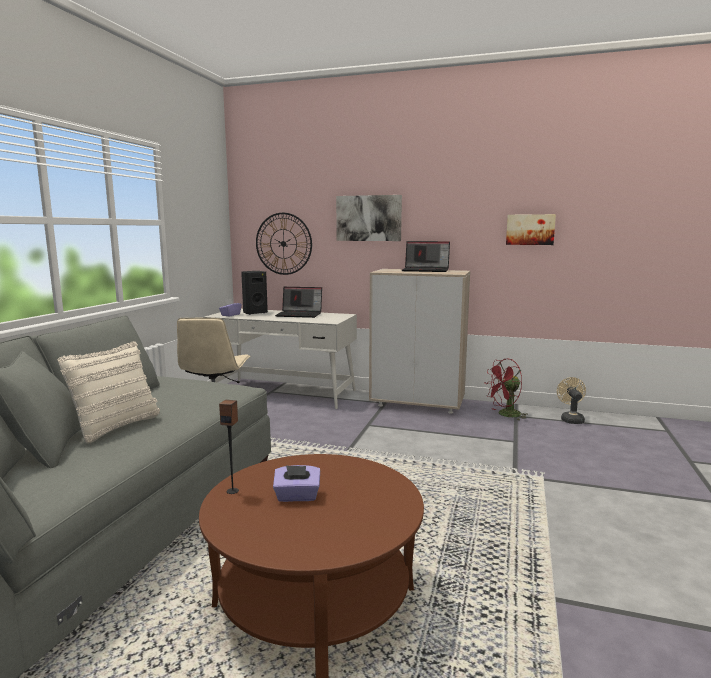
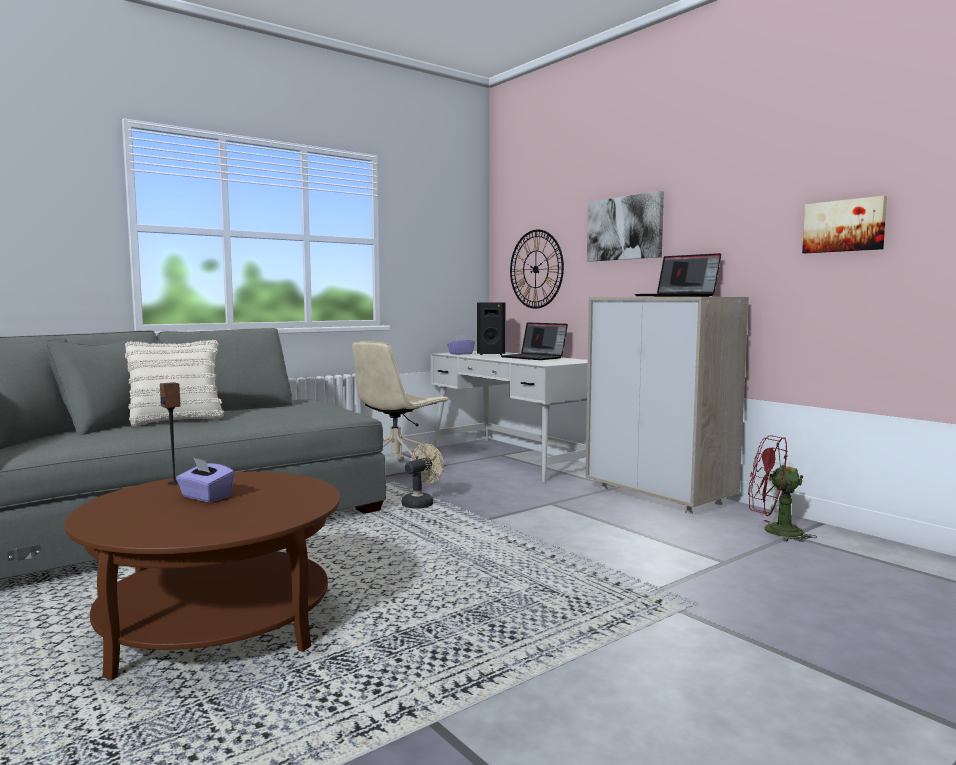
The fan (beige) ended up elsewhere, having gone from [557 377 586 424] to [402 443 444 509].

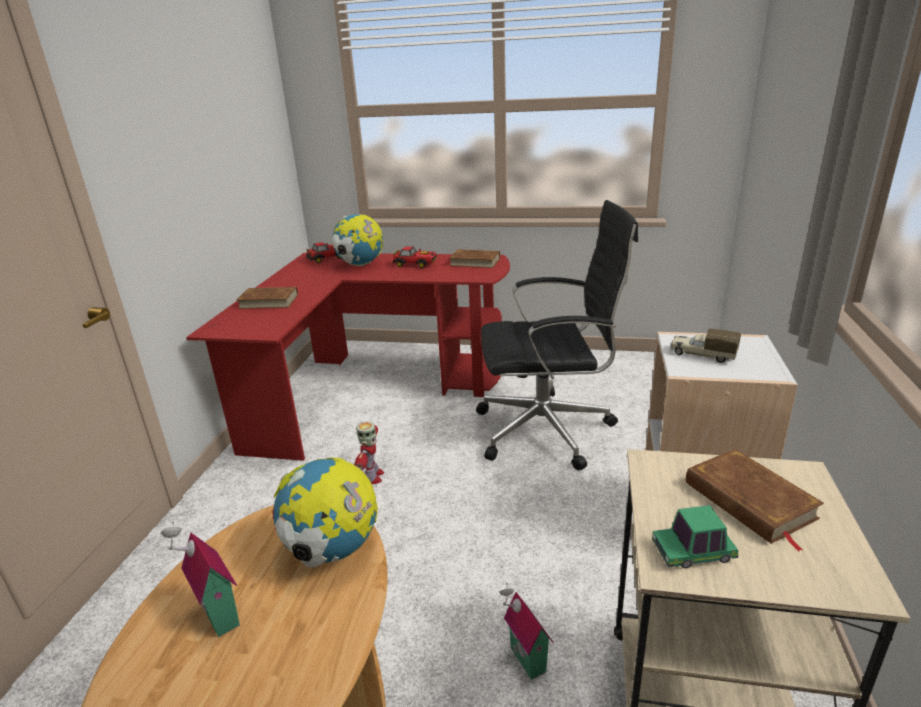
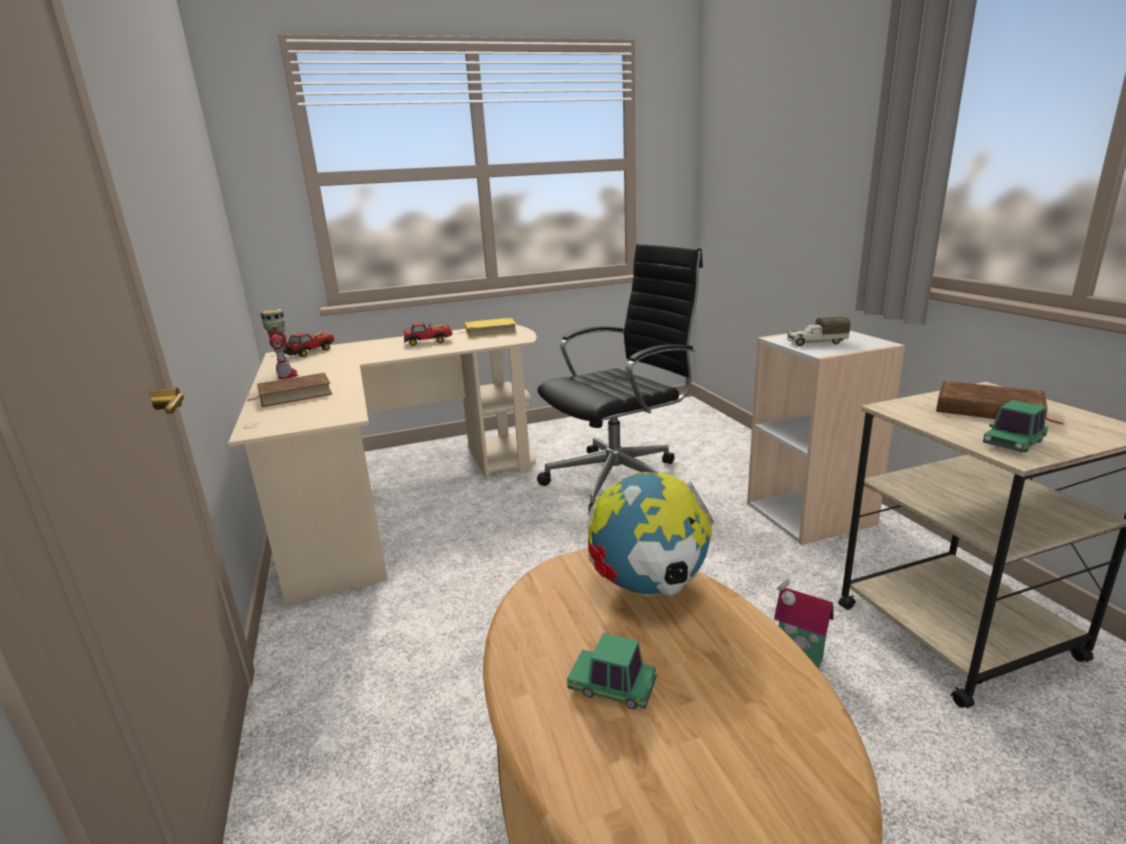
The second view lost the globe at [332 214 384 266].
The toy robot ended up elsewhere, having gone from [354 421 384 484] to [260 309 299 379].
Where the toy house stood at [161 522 240 637], the toy car came to stand at [567 633 657 709].
What was the desk (red) at [186 253 510 461] turned into the desk (beige) at [228 324 537 604].
What was the book (brown) at [450 249 500 268] turned into the book (yellow) at [458 318 517 338].

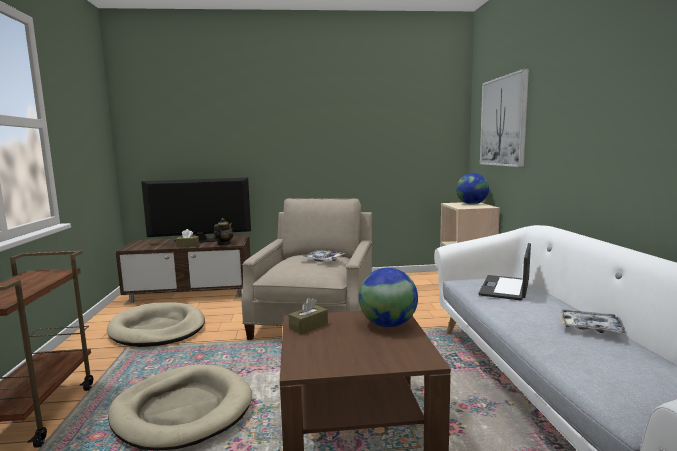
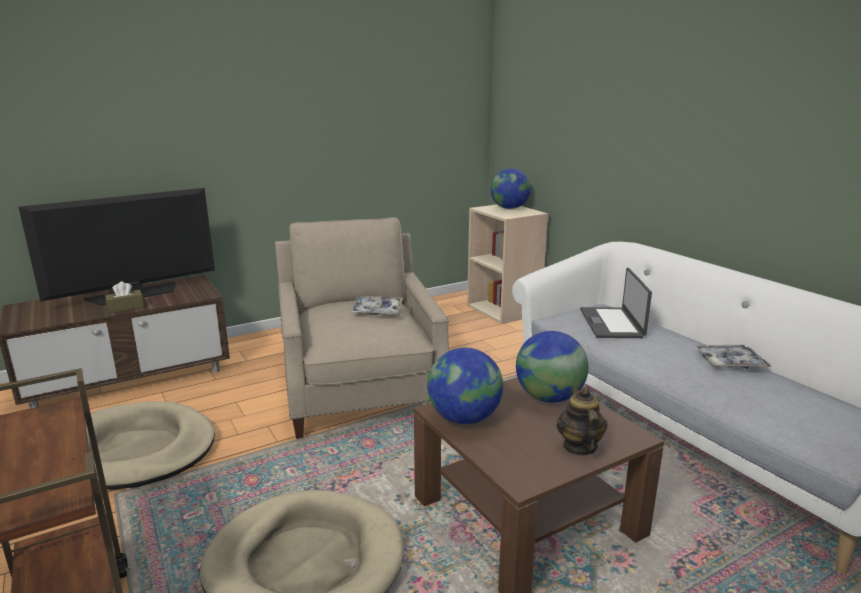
The second view lost the picture at [480 69 529 167].
The teapot ended up elsewhere, having gone from [214 218 233 245] to [556 387 607 456].
Where the tissue box (brown) stood at [289 298 328 334], the globe came to stand at [427 348 503 424].

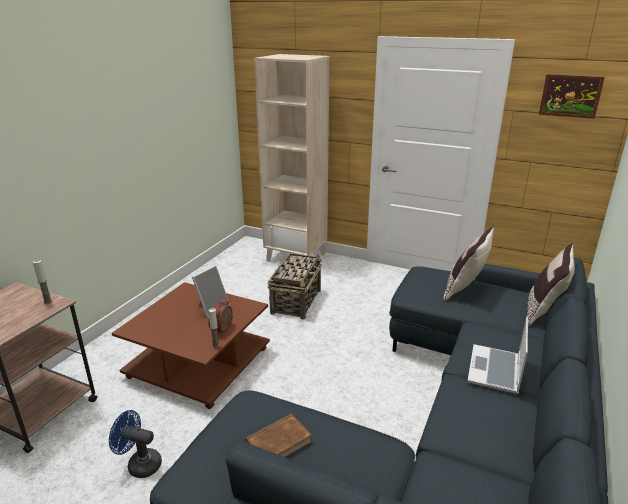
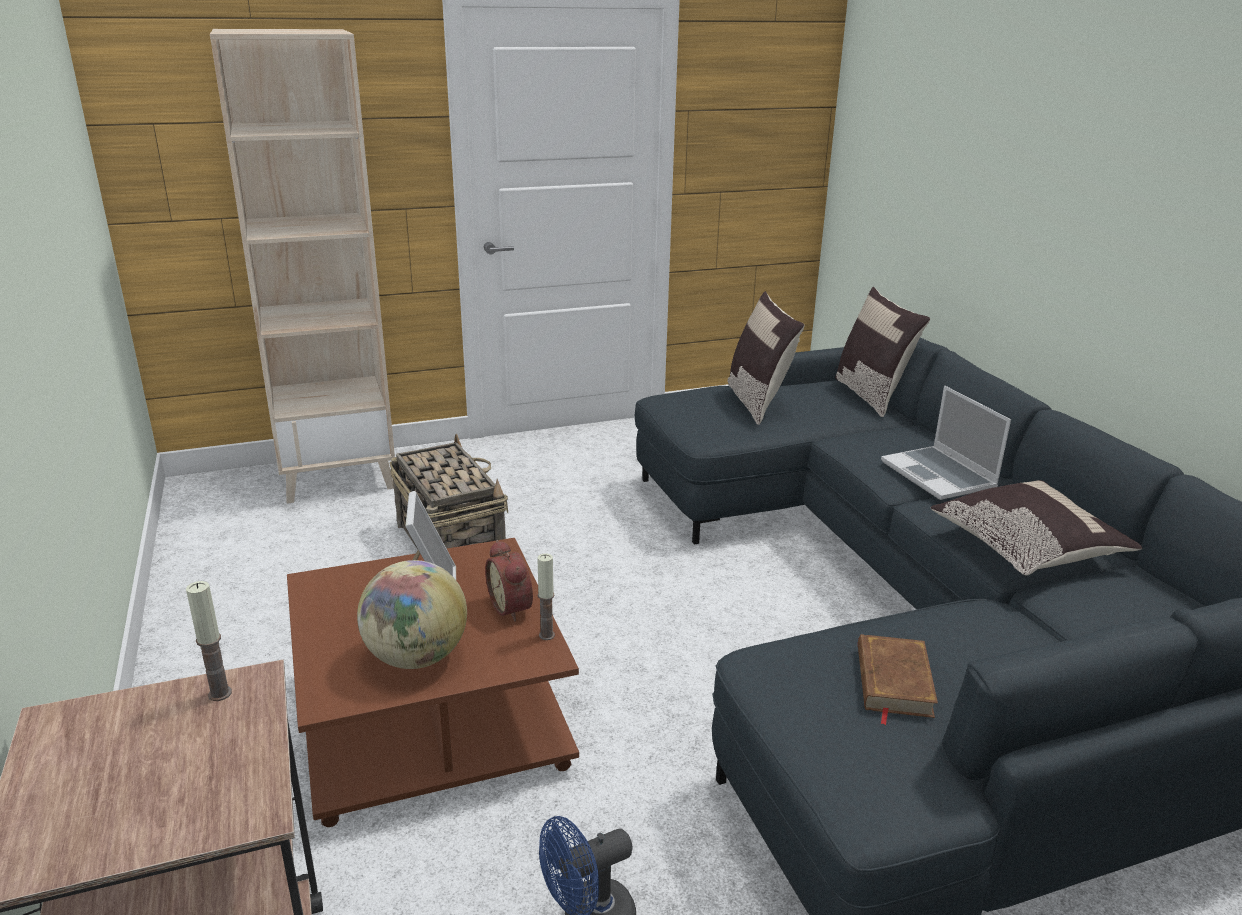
The second view lost the picture at [539 74 605 119].
The second view gained the globe at [357 560 467 669].
The second view gained the pillow at [931 480 1143 575].

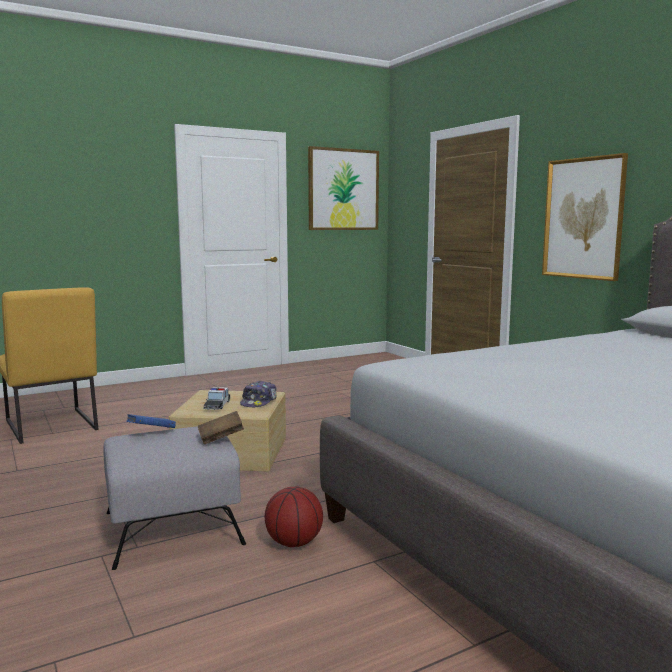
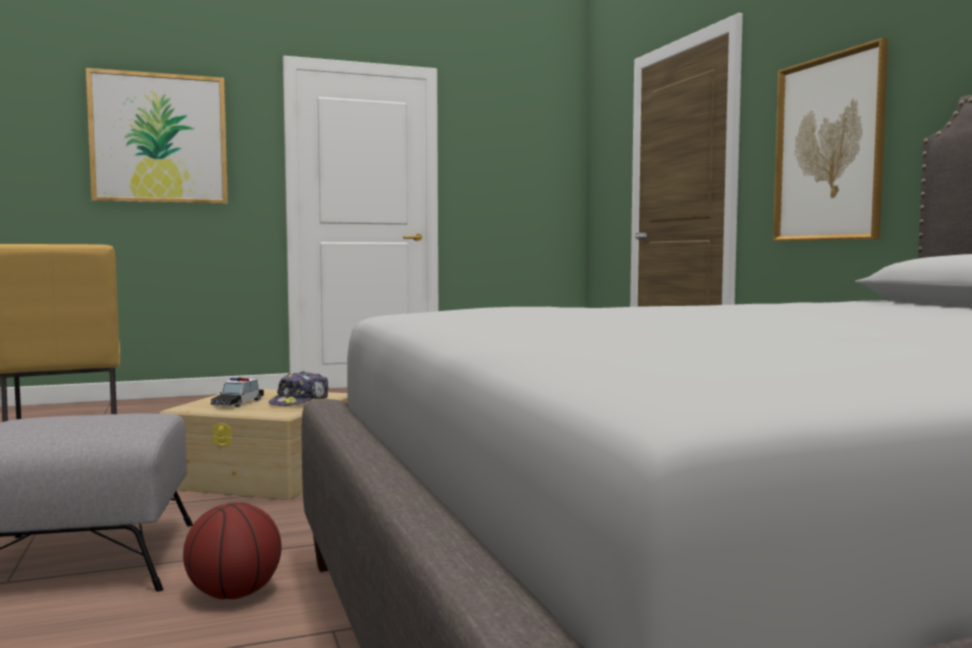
The second view lost the book (blue) at [126 414 176 428].
The second view lost the book (brown) at [198 411 244 444].
The picture ended up elsewhere, having gone from [308 146 379 230] to [86 68 228 204].

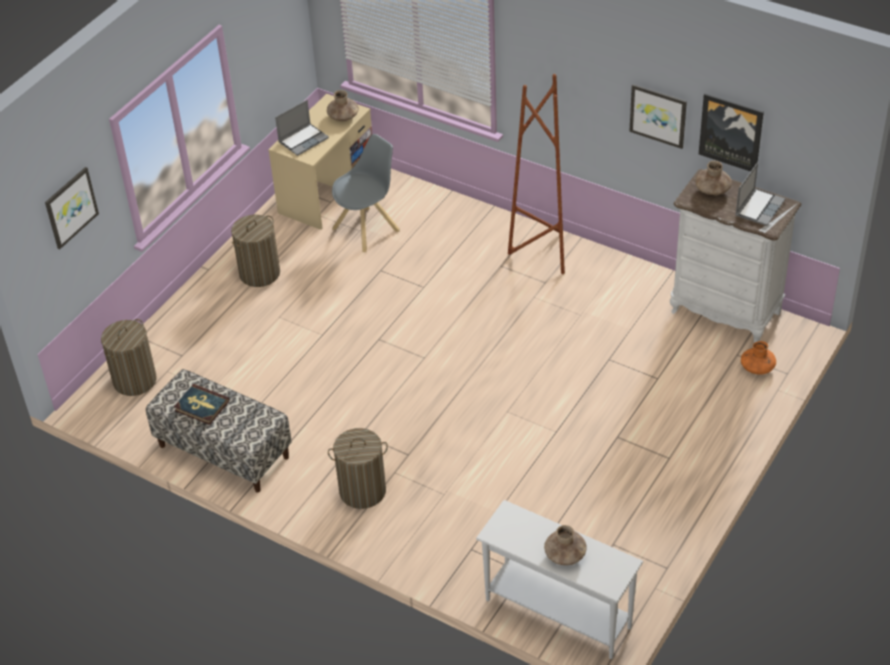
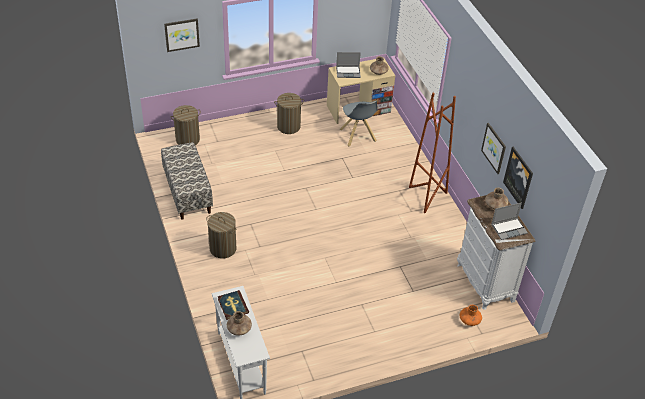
The book ended up elsewhere, having gone from [174 384 229 425] to [218 290 249 320].
The chair (grey) at [332 134 400 252] ended up facing another way, 75 degrees clockwise from before.

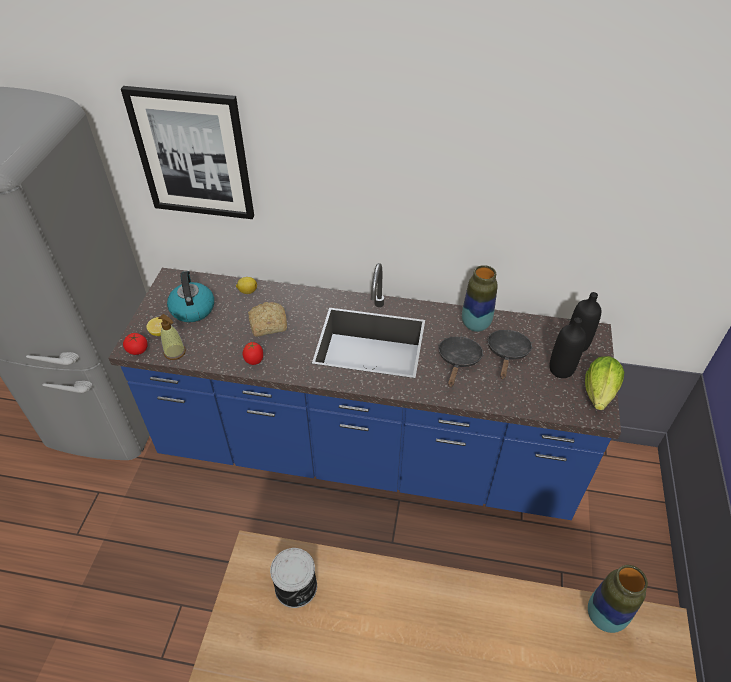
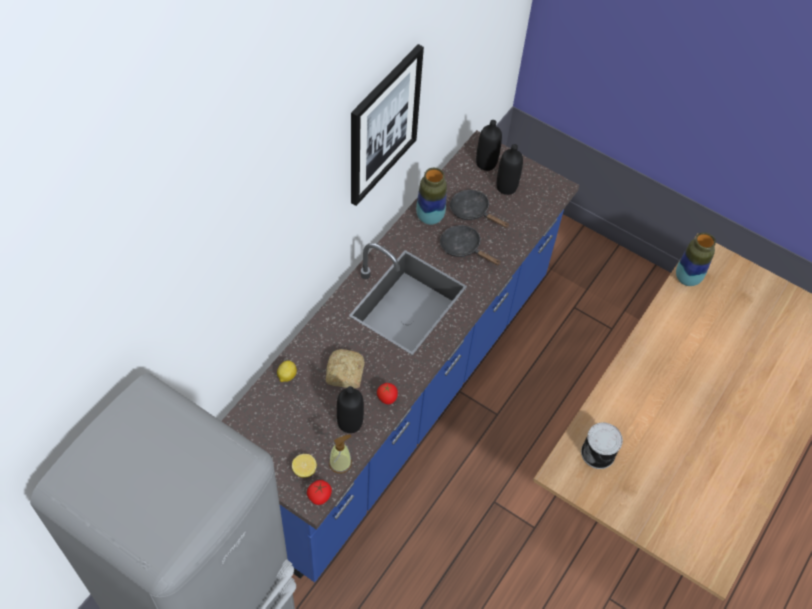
The second view lost the kettle at [167 271 214 322].
The second view lost the lettuce at [585 356 624 410].
The second view gained the bottle (black) at [337 386 364 433].
The picture ended up elsewhere, having gone from [121 86 254 219] to [351 44 424 206].

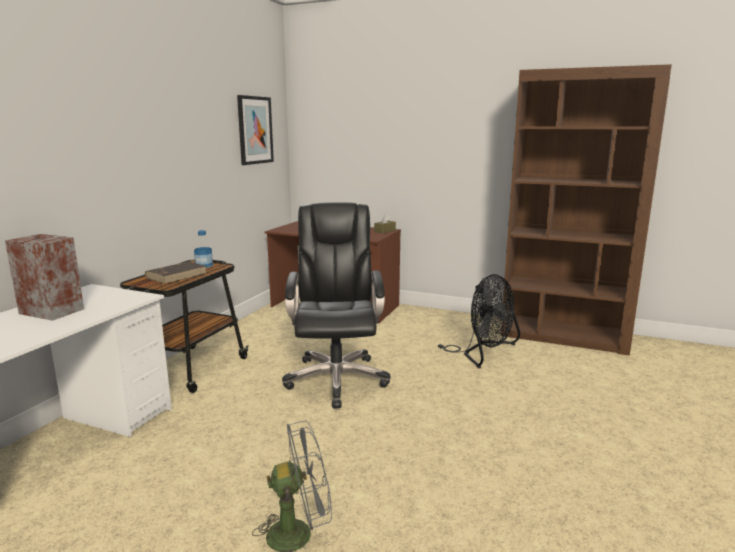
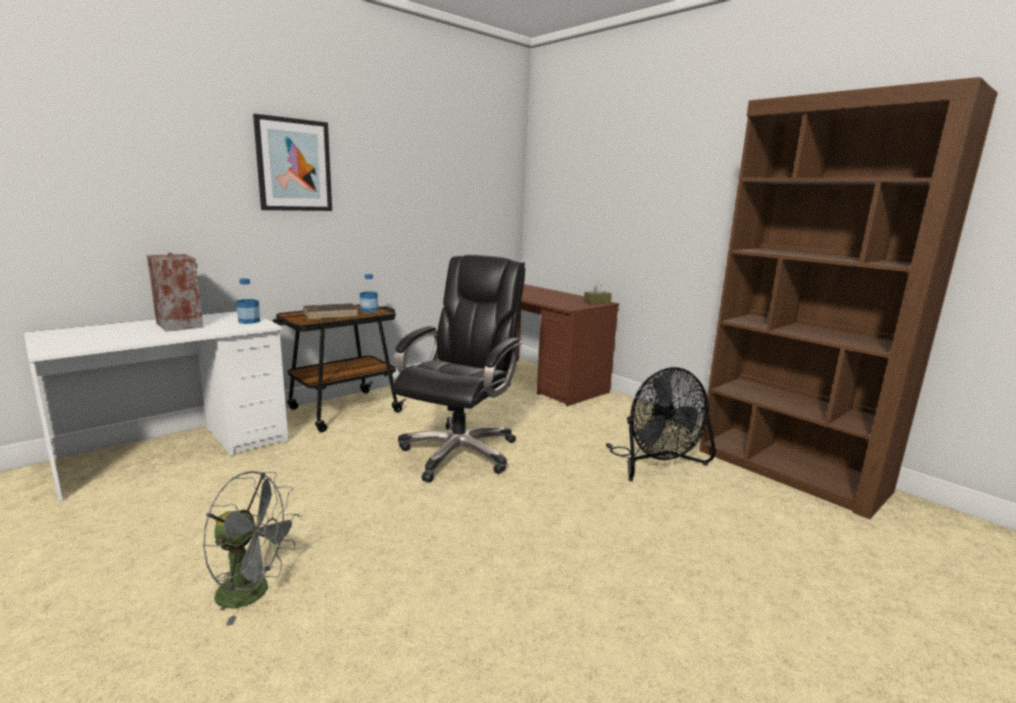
The second view gained the bottle at [236 278 260 324].
The picture ended up elsewhere, having gone from [237 95 274 165] to [253 114 332 211].

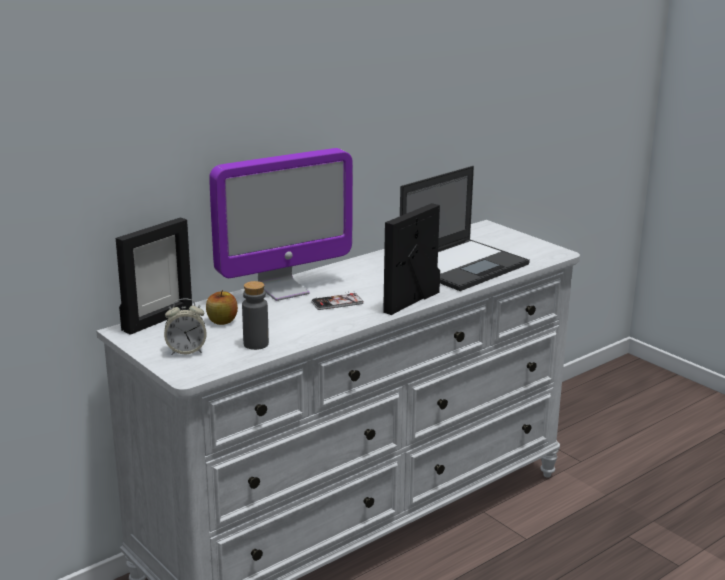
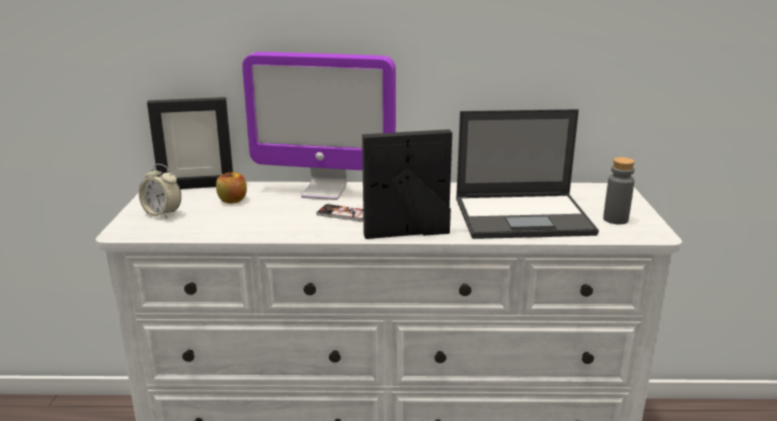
The bottle (grey) ended up elsewhere, having gone from [242 281 269 350] to [603 157 635 224].

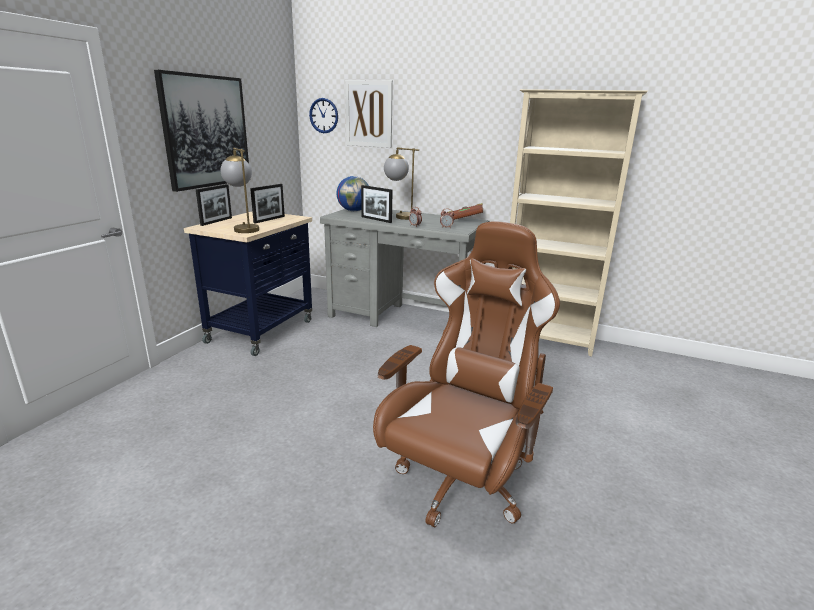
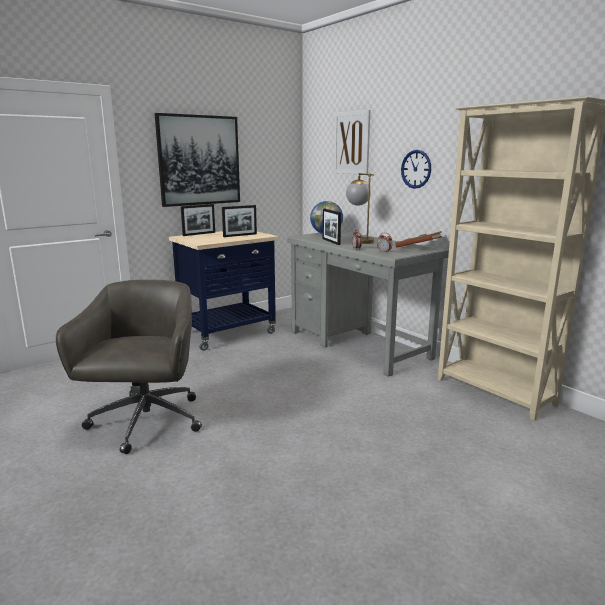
The second view lost the table lamp at [221 148 259 233].
The second view lost the office chair (brown) at [373 221 560 527].
The second view gained the office chair (grey) at [56 280 202 454].
The wall clock ended up elsewhere, having gone from [309 98 338 133] to [401 150 431 189].

